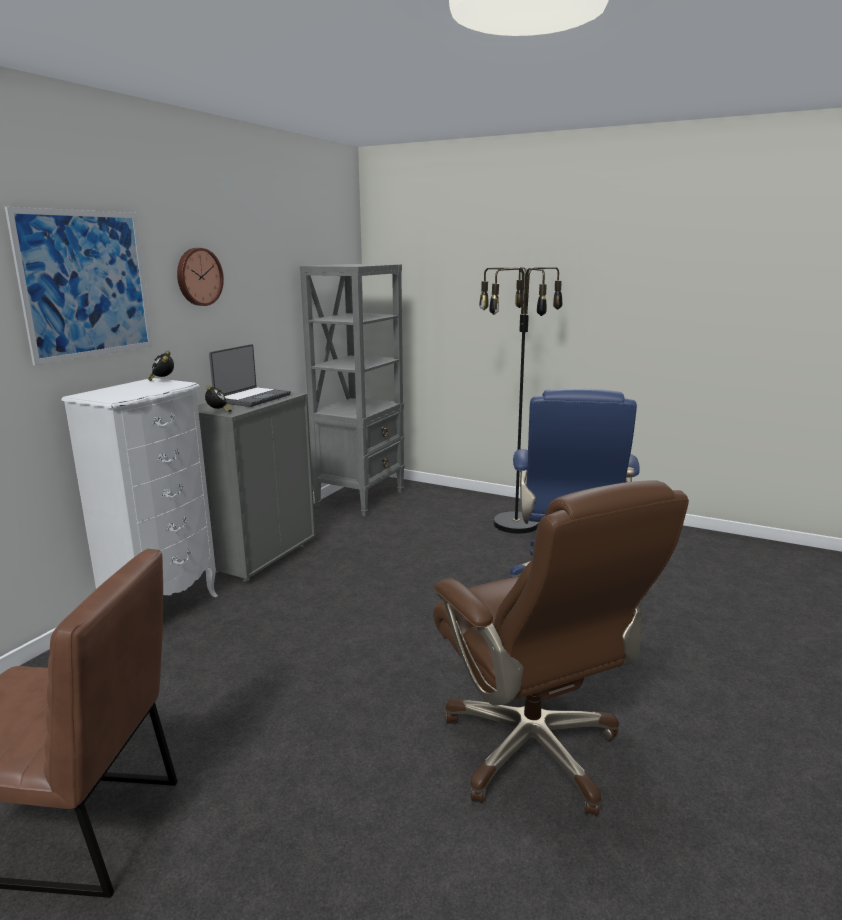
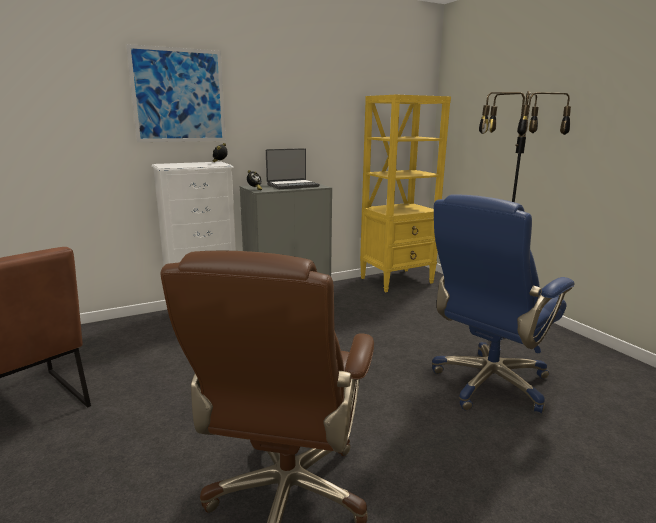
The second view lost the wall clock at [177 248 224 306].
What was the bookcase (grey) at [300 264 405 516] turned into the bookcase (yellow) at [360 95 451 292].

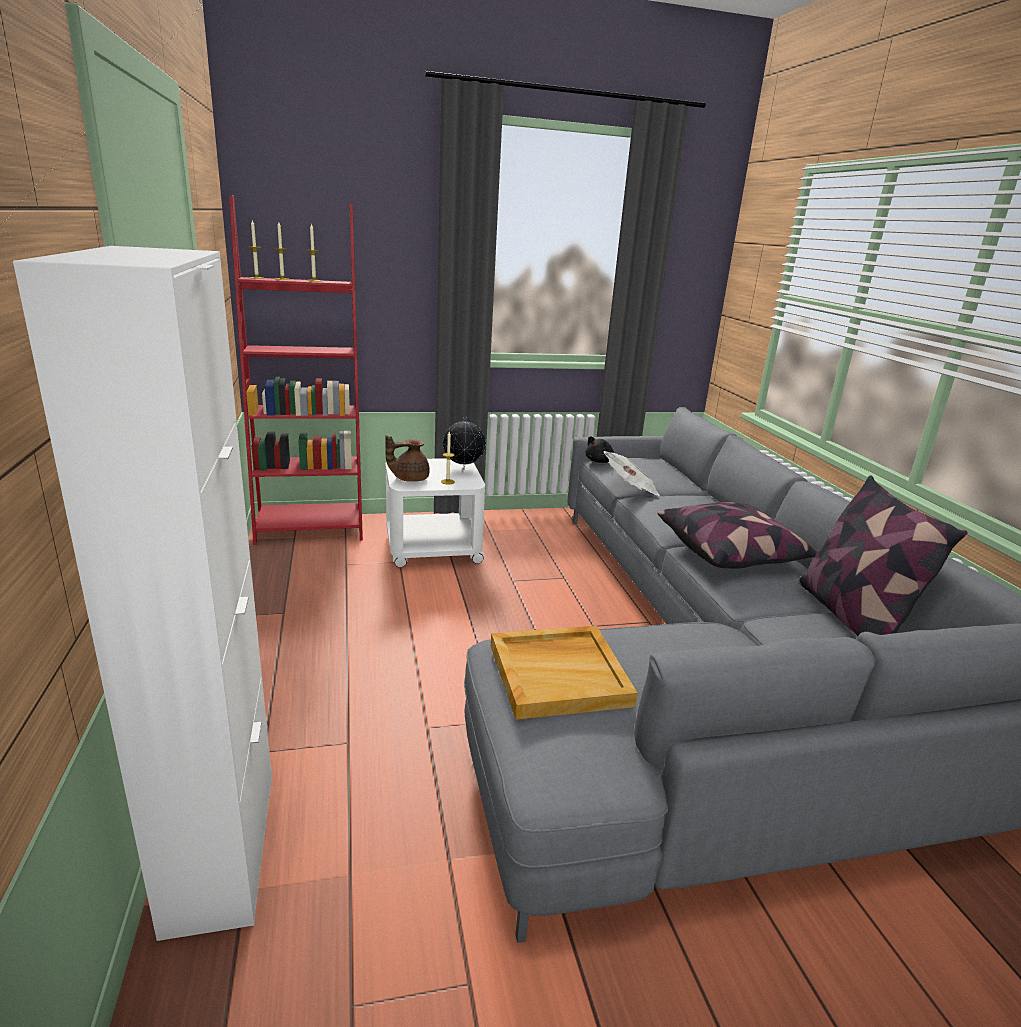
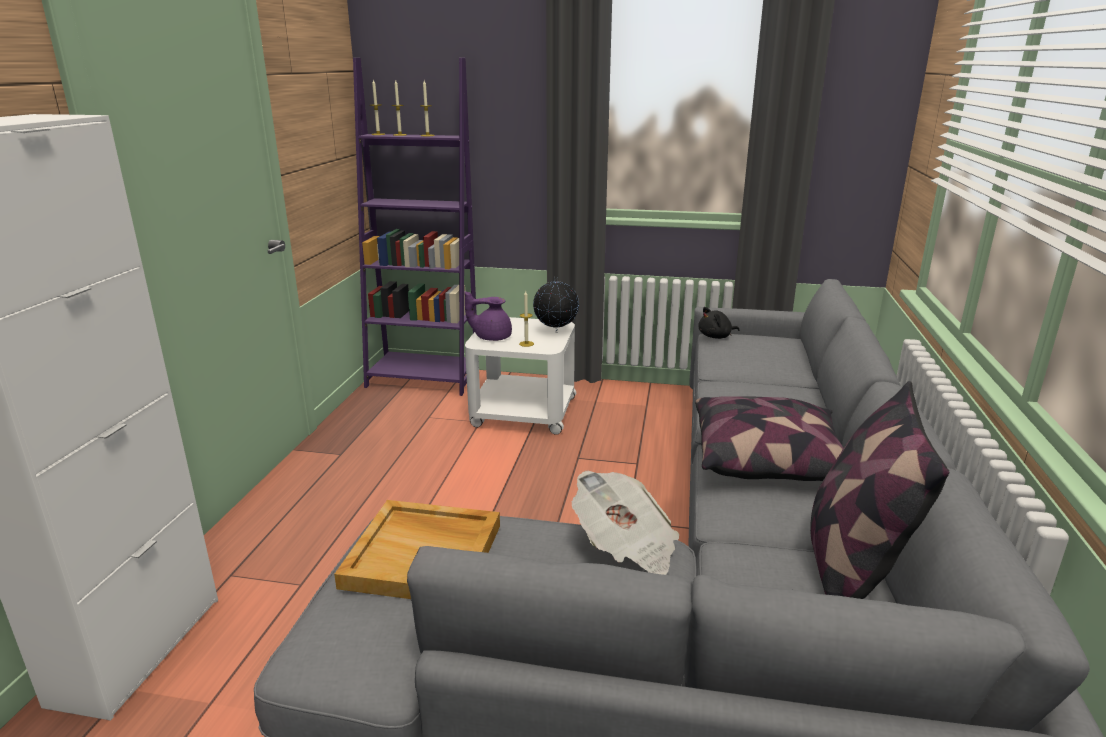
The newspaper ended up elsewhere, having gone from [604 451 660 496] to [572 471 680 575].
What was the bookcase (red) at [229 195 363 545] turned into the bookcase (purple) at [353 58 479 396].
What was the teapot (brown) at [385 435 430 482] turned into the teapot (purple) at [464 291 512 341].

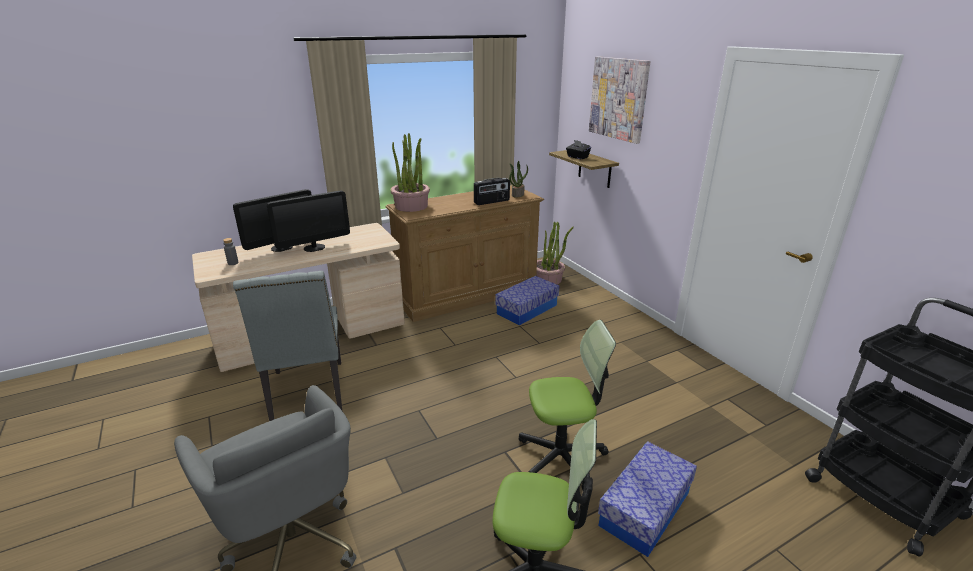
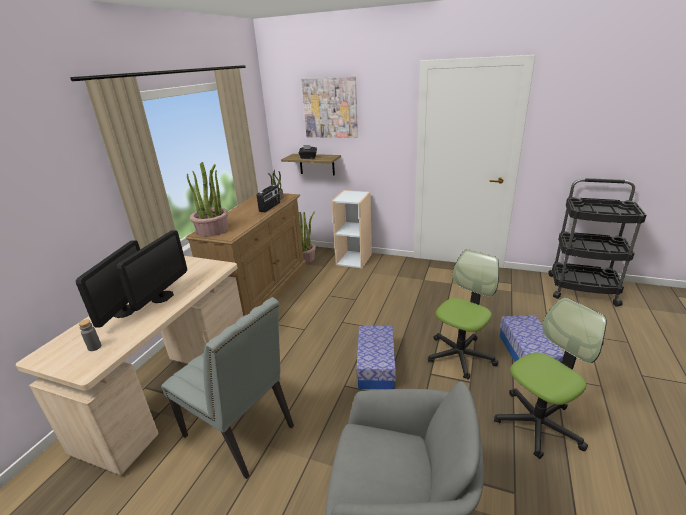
The second view gained the bookcase at [332 190 372 268].
The storage box ended up elsewhere, having gone from [495 276 559 326] to [356 326 396 389].

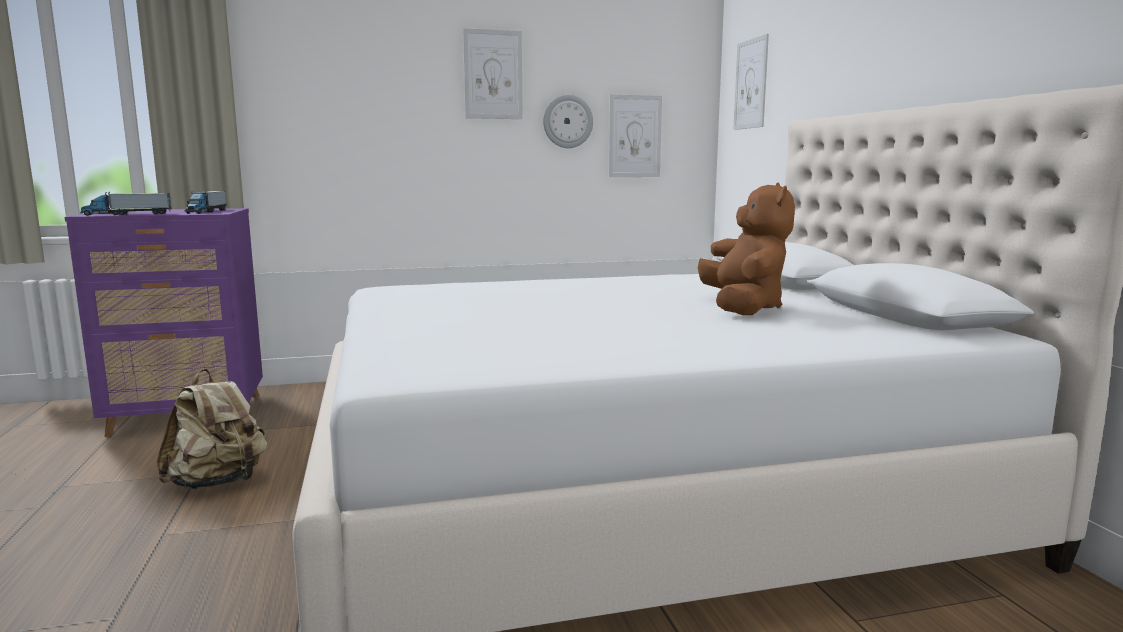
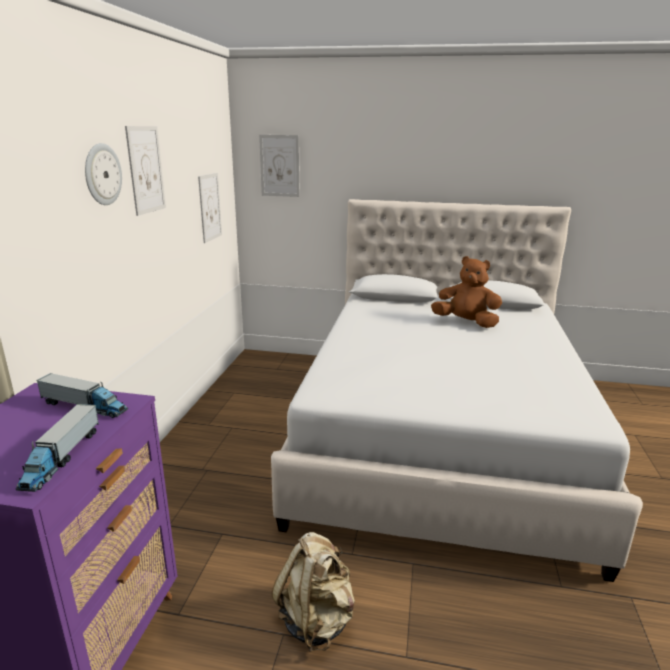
The wall clock ended up elsewhere, having gone from [543 95 593 148] to [85 143 122 205].

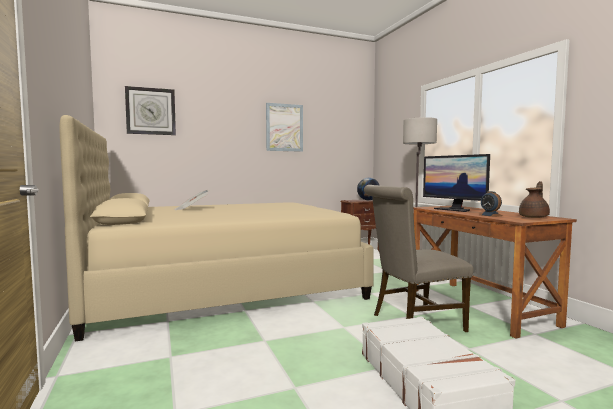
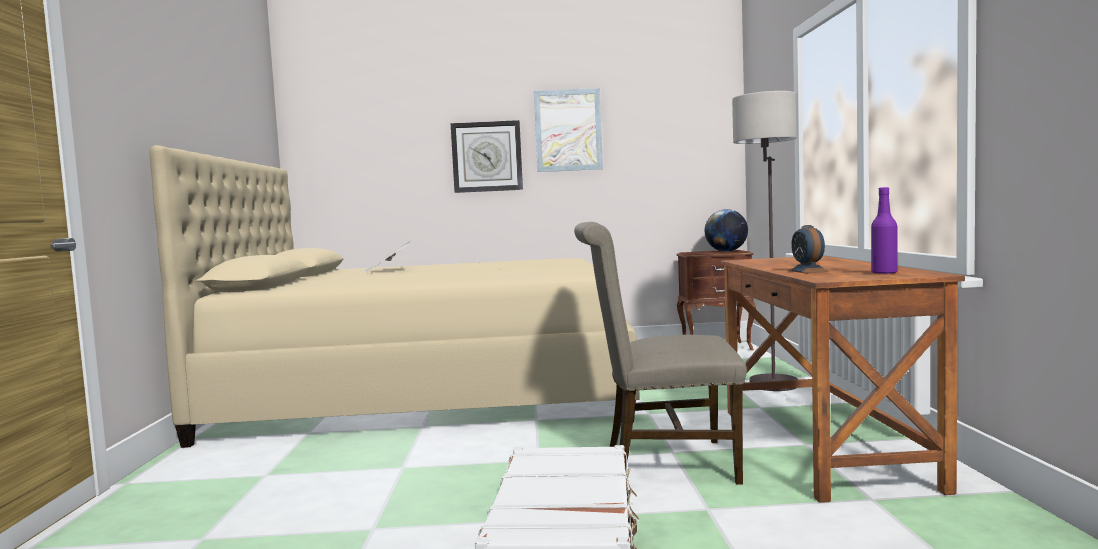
The second view lost the monitor at [423 154 490 212].
The wall clock ended up elsewhere, having gone from [125 86 176 135] to [451 120 523 193].
Where the teapot (brown) stood at [519 181 550 218], the bottle (purple) came to stand at [871 187 897 274].

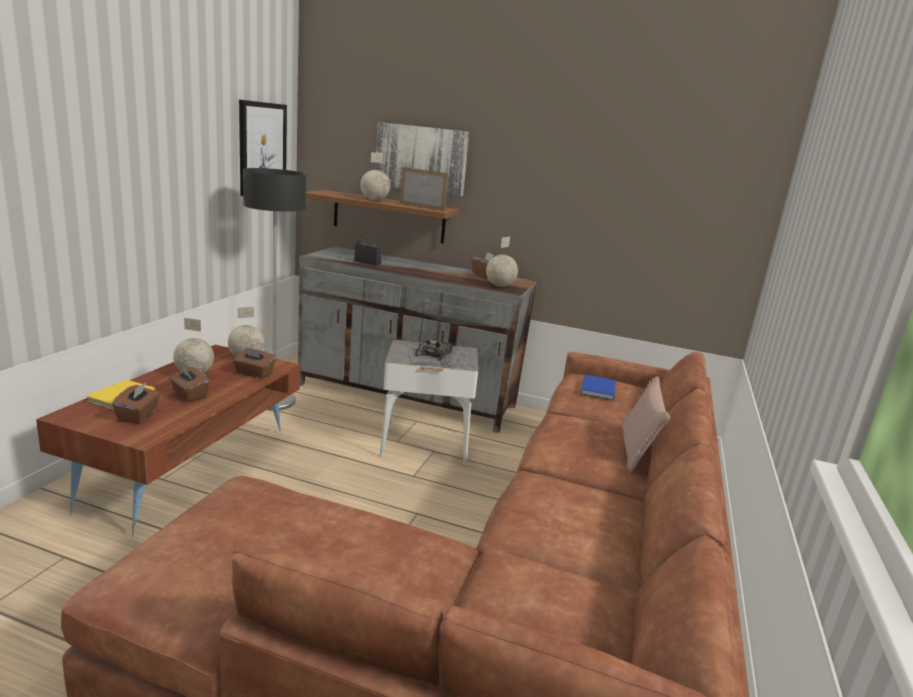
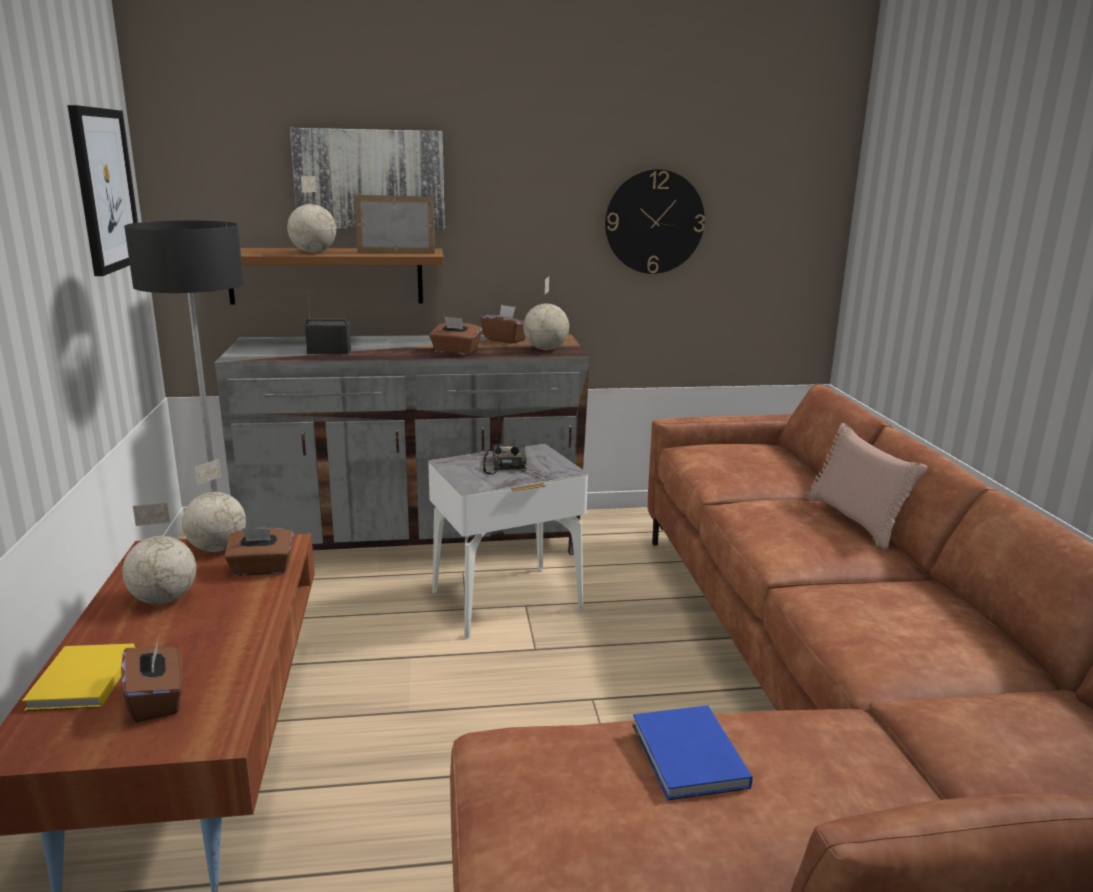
The second view gained the wall clock at [605 169 705 274].
The tissue box (brown) ended up elsewhere, having gone from [169 366 210 402] to [429 316 482 355].
The book (blue) ended up elsewhere, having gone from [581 375 616 401] to [632 705 752 800].

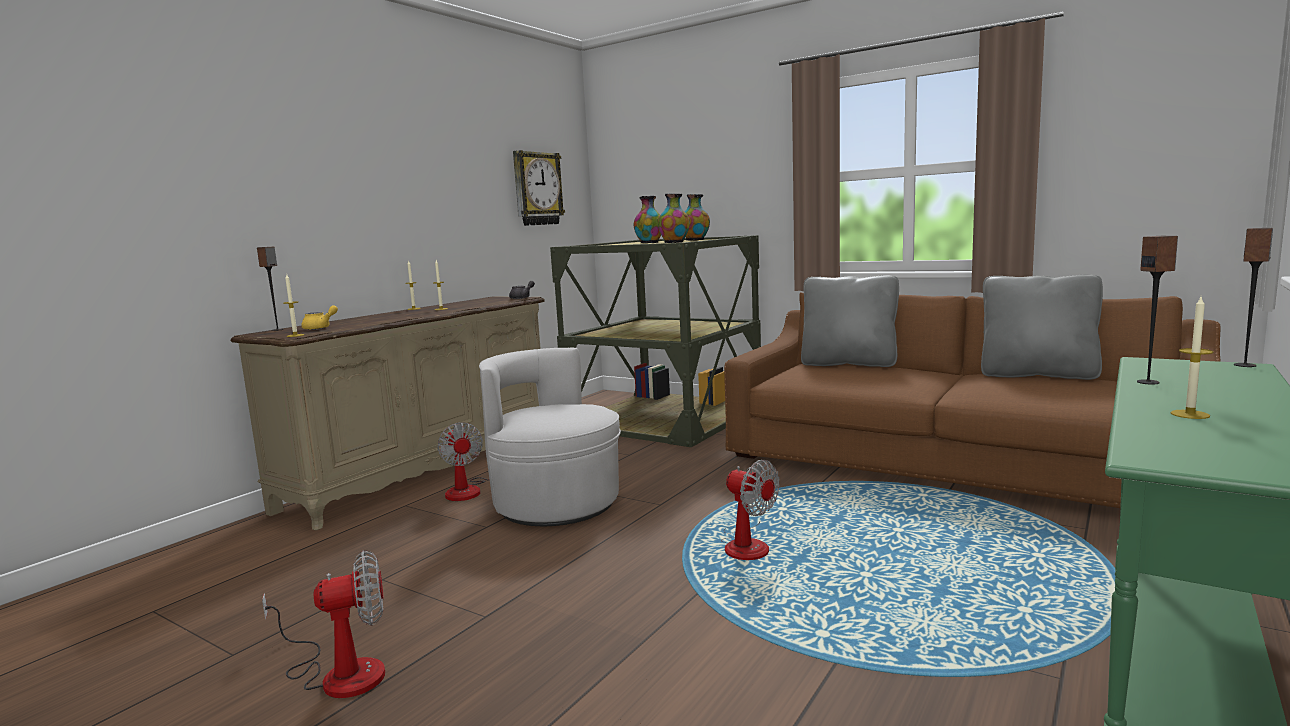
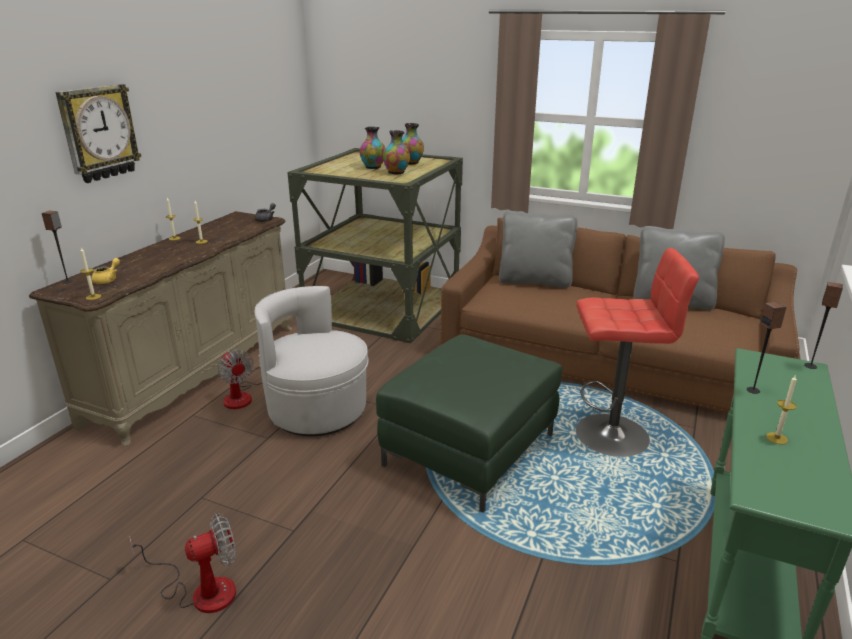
The second view gained the stool (red) at [576 248 699 457].
The wall clock ended up elsewhere, having gone from [513 150 565 226] to [55 84 142 183].
Where the fan stood at [722 460 780 560], the ottoman (green) came to stand at [376 334 562 513].

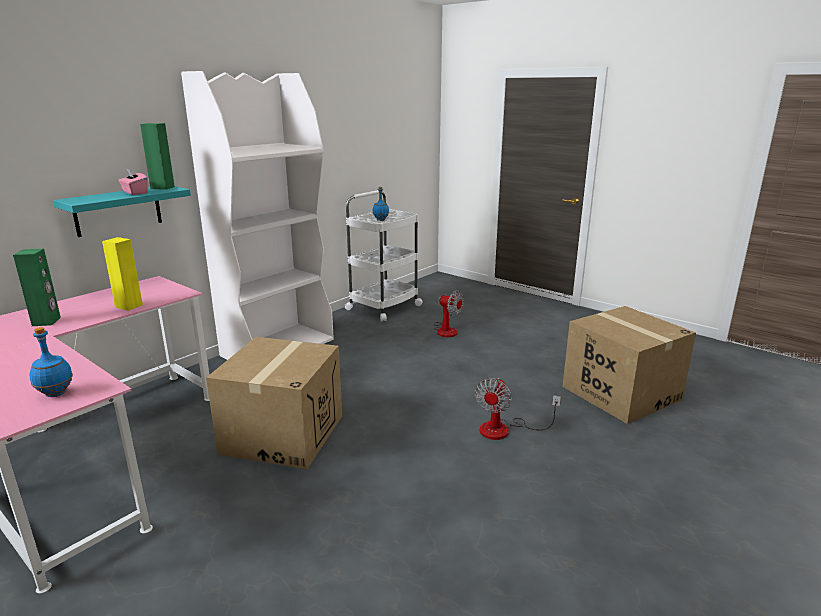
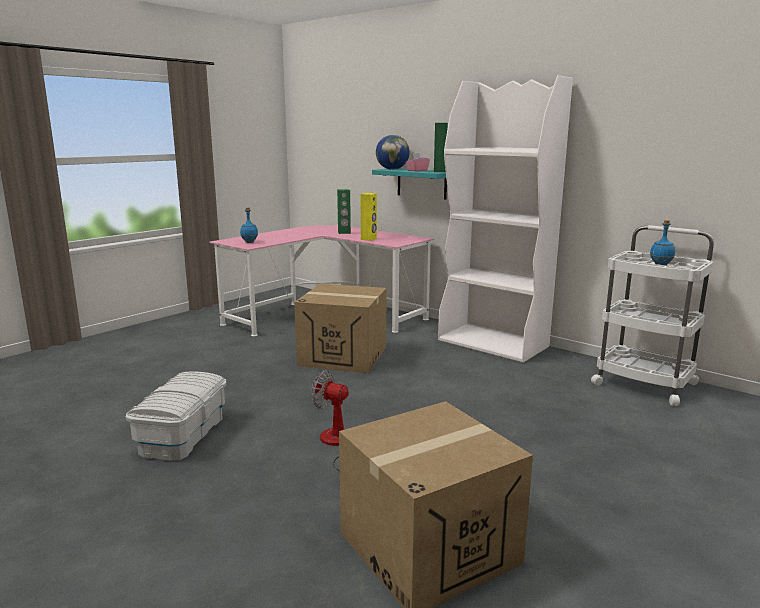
The second view lost the fan at [434 290 464 337].
The second view gained the storage box (white) at [126 371 227 461].
The second view gained the globe at [376 135 410 170].

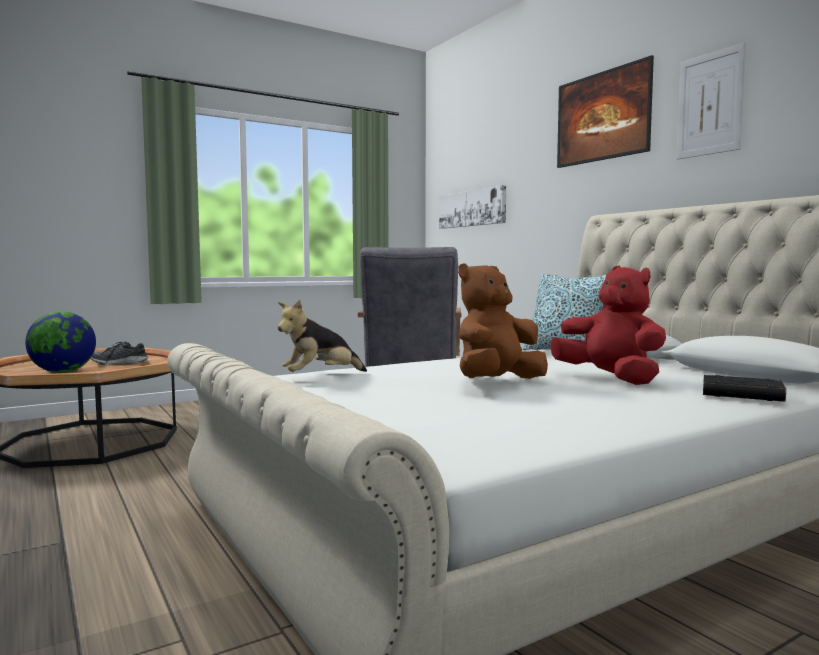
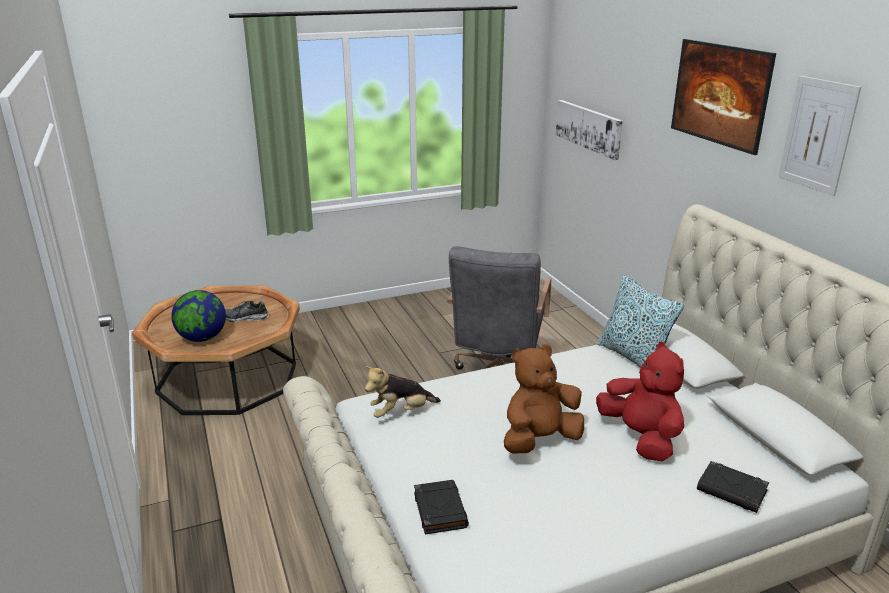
The second view gained the book (black) at [414 480 469 534].

